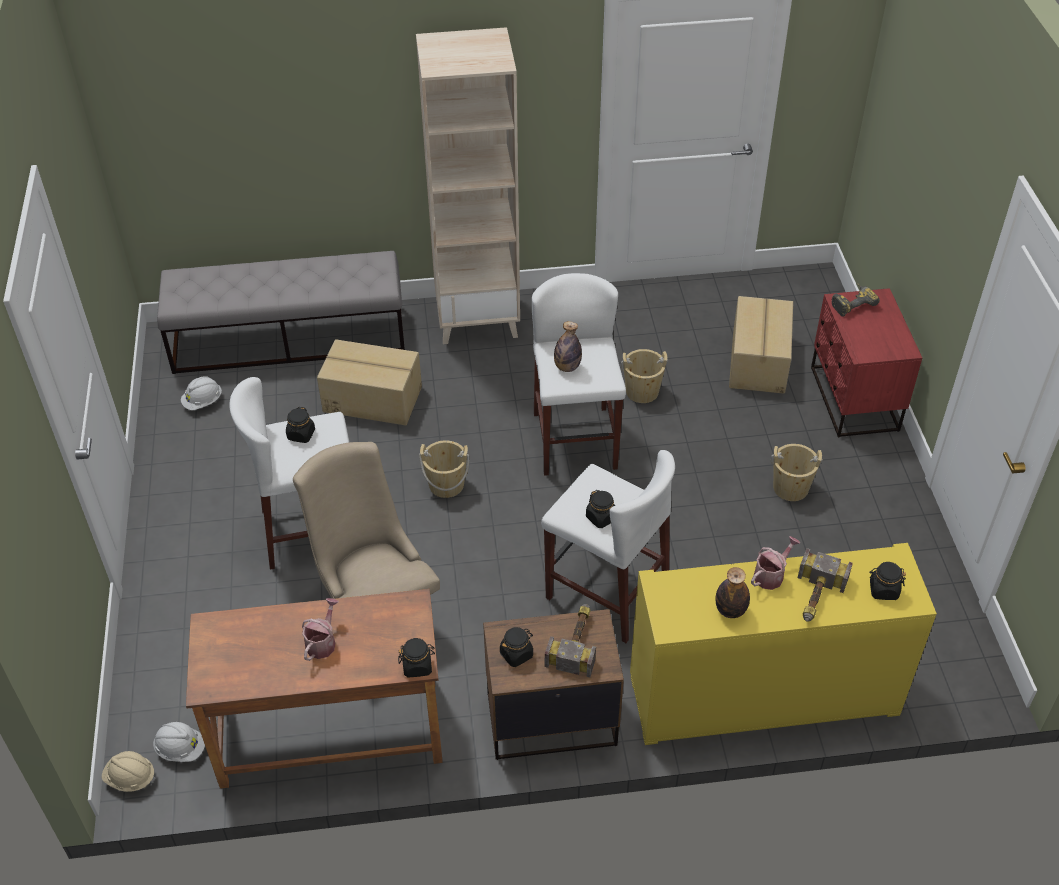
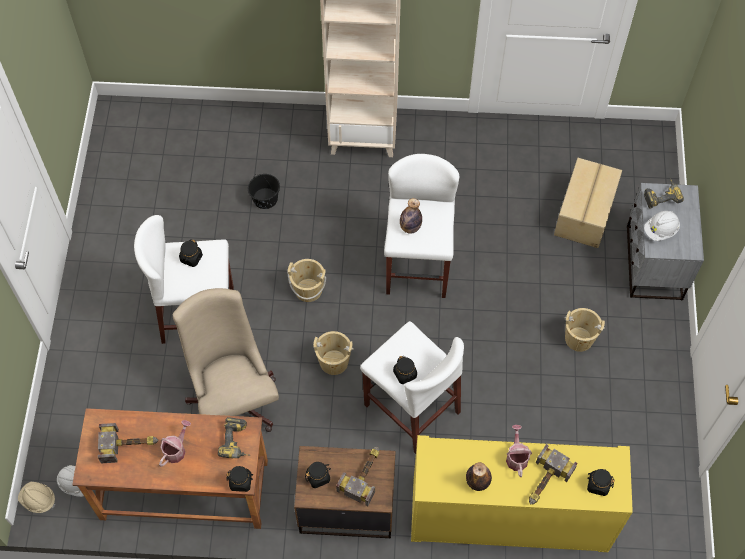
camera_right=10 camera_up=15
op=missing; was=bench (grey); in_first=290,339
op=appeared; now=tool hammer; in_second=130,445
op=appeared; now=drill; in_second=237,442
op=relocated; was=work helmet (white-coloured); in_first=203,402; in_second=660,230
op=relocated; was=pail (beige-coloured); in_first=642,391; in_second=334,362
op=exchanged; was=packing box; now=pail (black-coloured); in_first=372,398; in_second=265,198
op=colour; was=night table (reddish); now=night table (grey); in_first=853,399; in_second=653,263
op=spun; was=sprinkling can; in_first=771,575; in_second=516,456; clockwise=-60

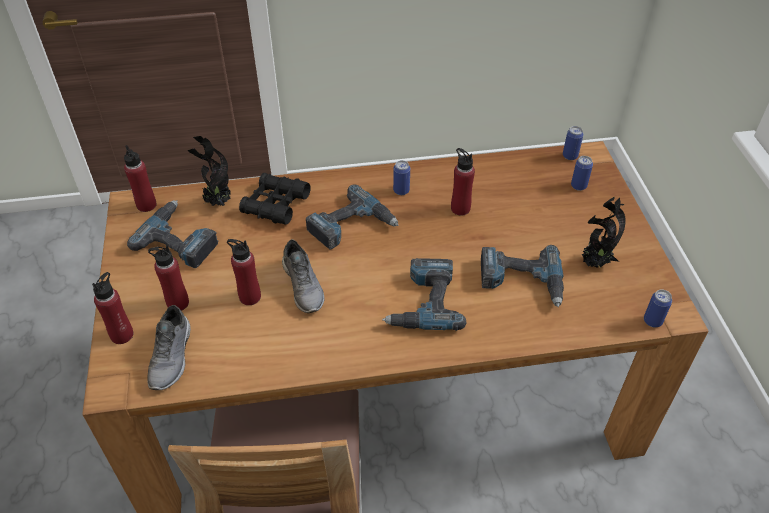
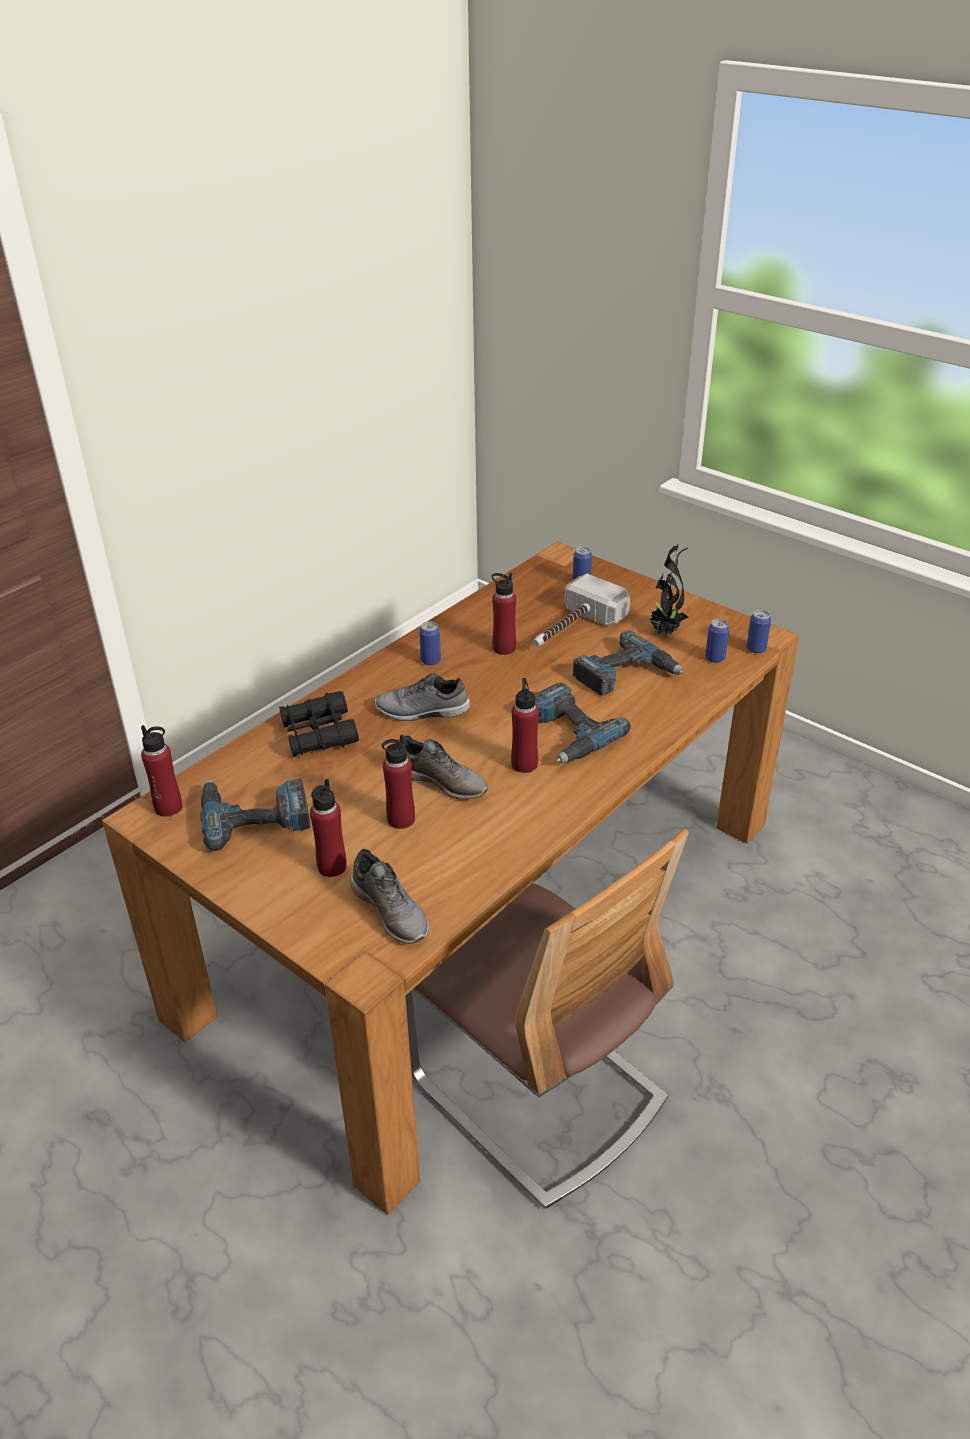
camera_right=-40 camera_up=-10
op=missing; was=houseplant; in_first=217,203
op=appeared; now=tool hammer; in_second=572,629
op=relocated; was=drink bottle (reddish); in_first=122,335; in_second=524,764
op=relocated; was=sealed can; in_first=570,156; in_second=715,658
op=exchanged; was=drill; now=low shoe (grey); in_first=351,226; in_second=422,712

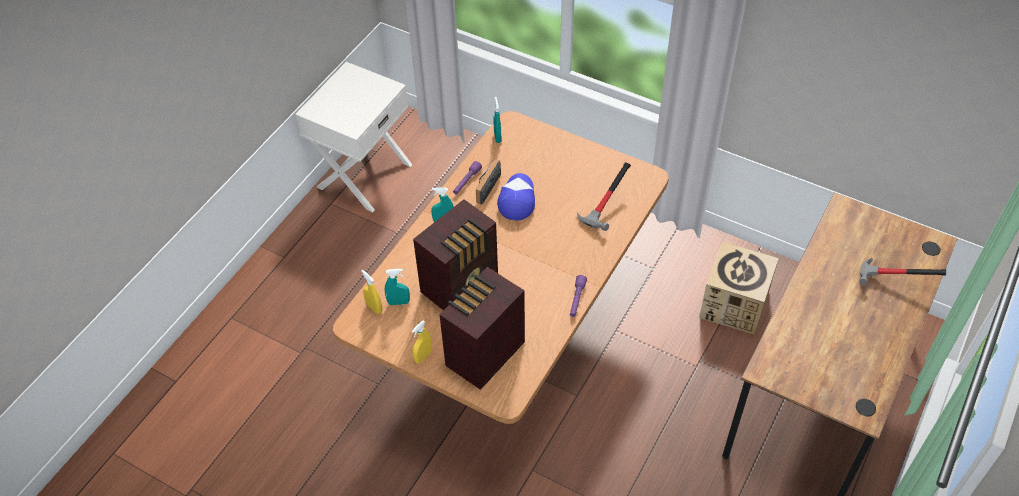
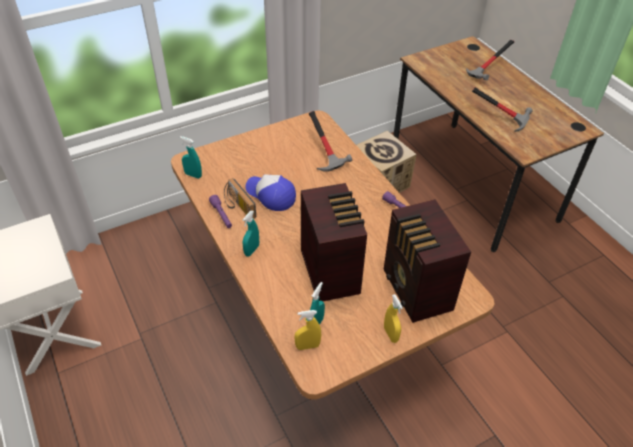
camera_right=-60 camera_up=-5
op=appeared; now=tool hammer; in_second=501,117

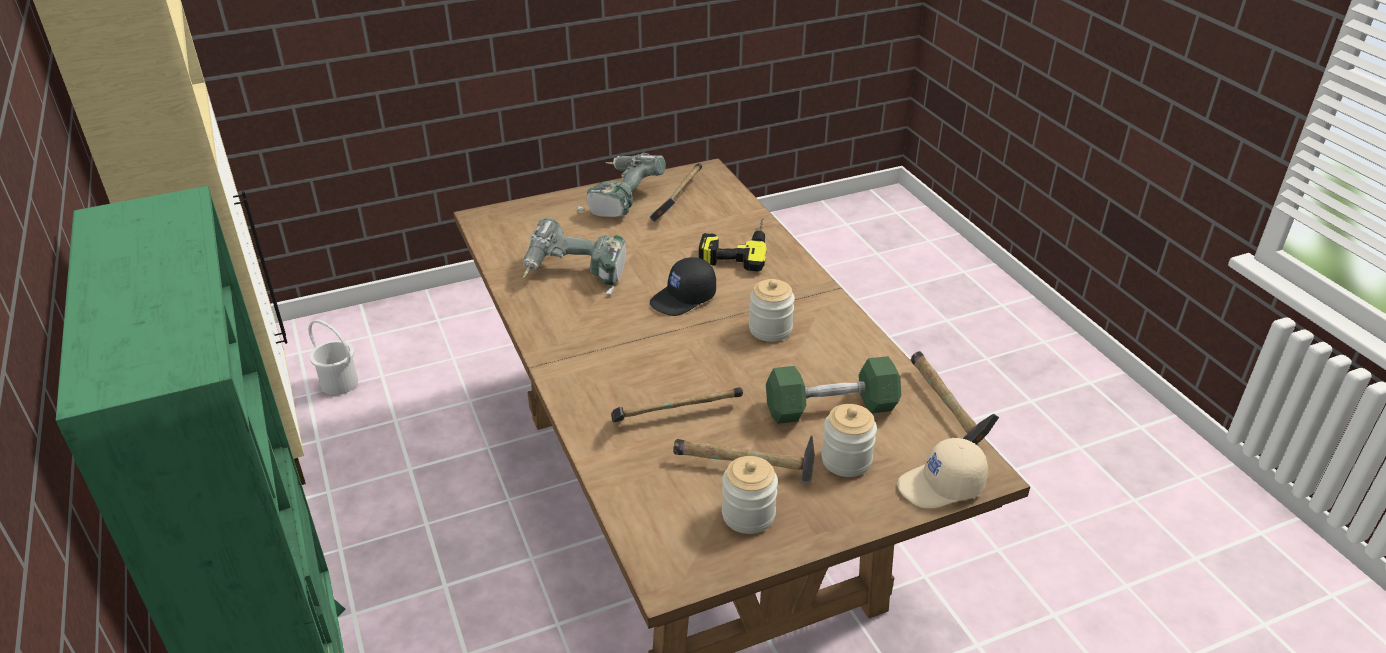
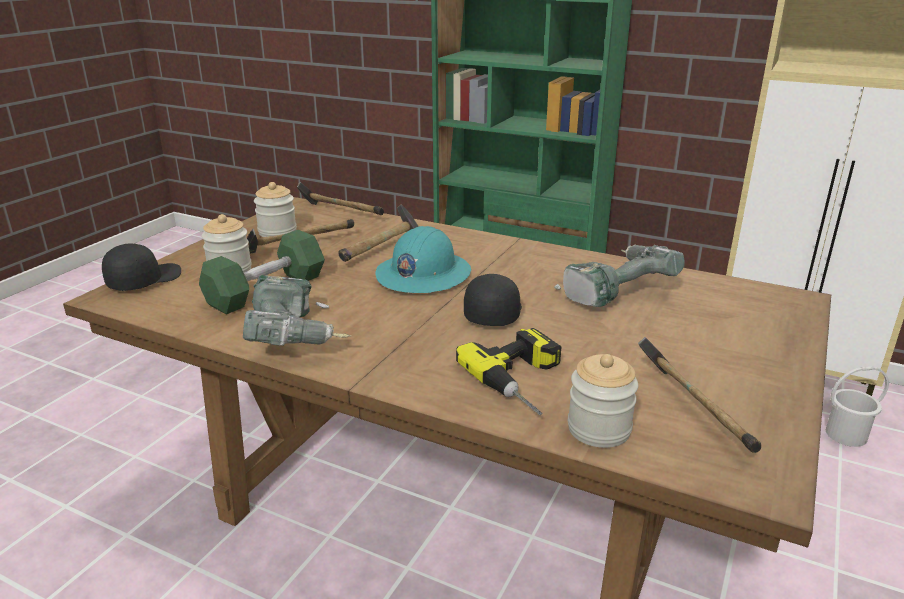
camera_right=140 camera_up=-10
op=appeared; now=work helmet (turquoise); in_second=423,275
op=relocated; was=drill; in_first=620,199; in_second=296,338
op=relocated; was=storage jar; in_first=770,329; in_second=599,429
op=relocated; was=tool hammer; in_first=945,410; in_second=340,213
op=colour; was=baseball cap (beige-coloured); now=baseball cap (black-coloured); in_first=941,486; in_second=144,280

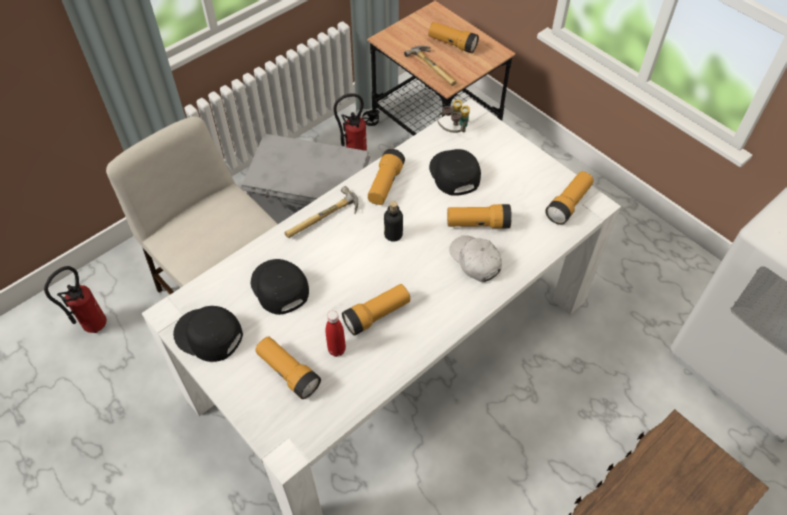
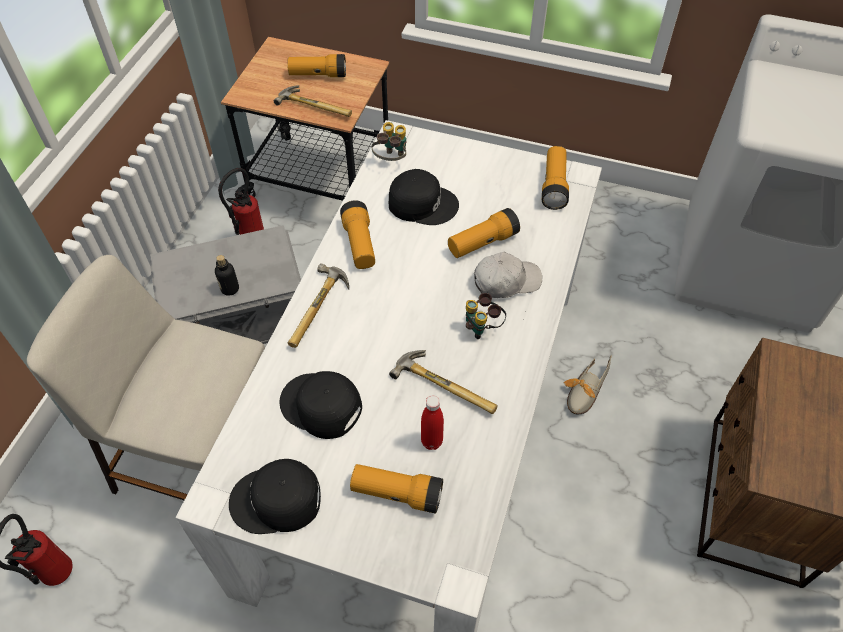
camera_right=-30 camera_up=0
op=appeared; now=field glasses; in_second=483,327
op=appeared; now=low shoe; in_second=584,392
op=relocated; was=drink bottle; in_first=393,235; in_second=230,289
op=exchanged; was=flashlight; now=tool hammer; in_first=377,315; in_second=447,384
op=spun; was=baseball cap (black-coloured); in_first=453,174; in_second=422,203; clockwise=150
op=spun; was=baseball cap (white-coloured); in_first=475,261; in_second=506,281; clockwise=135

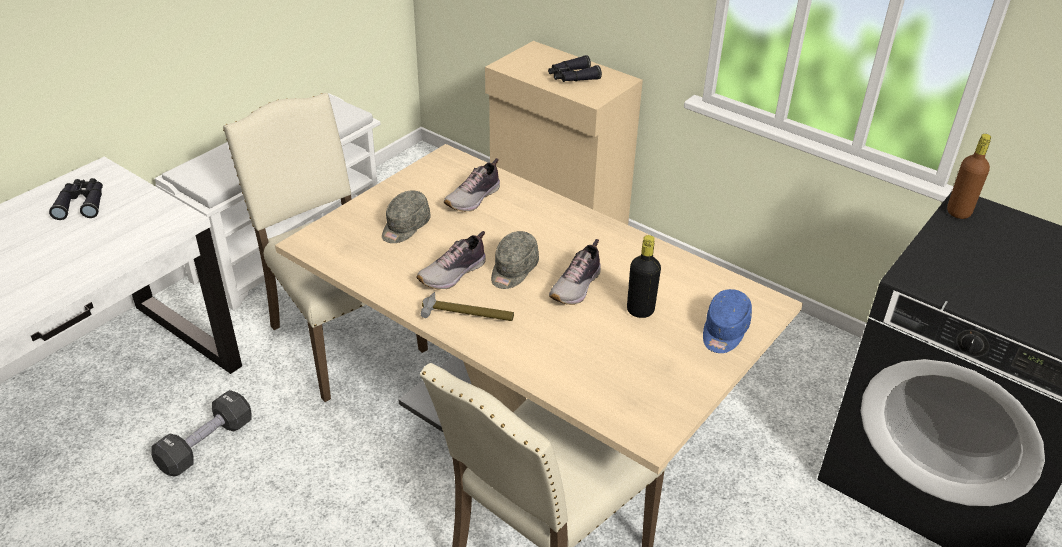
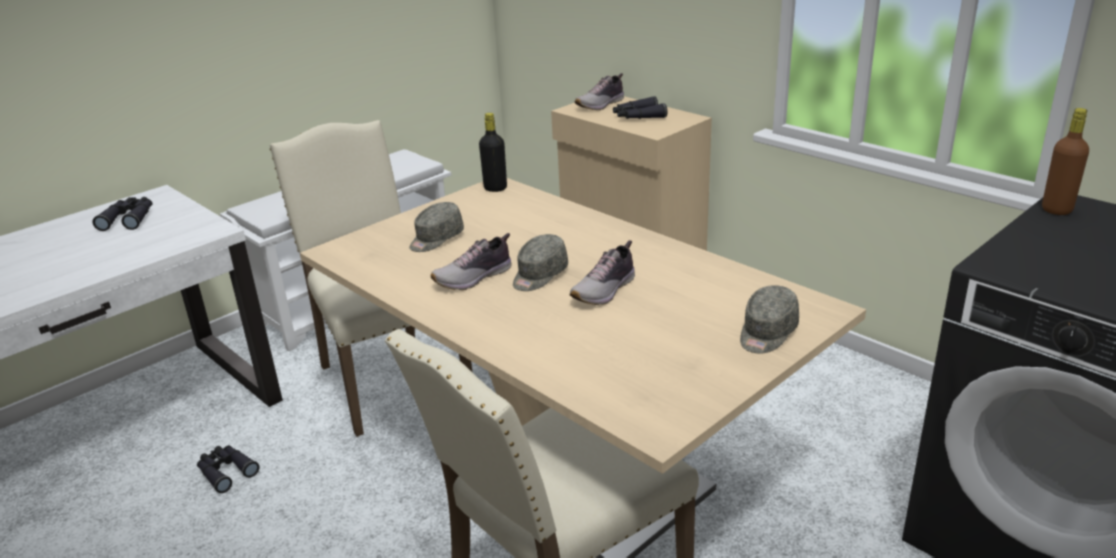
camera_right=10 camera_up=-10
op=missing; was=tool hammer; in_first=467,315
op=relocated; was=low shoe; in_first=474,198; in_second=601,104
op=relocated; was=drink bottle (black-coloured); in_first=640,310; in_second=495,188
op=exchanged; was=free weight (black-coloured); now=field glasses (black-coloured); in_first=206,445; in_second=226,472
op=colour; was=baseball cap (blue); now=baseball cap (grey); in_first=724,331; in_second=767,333

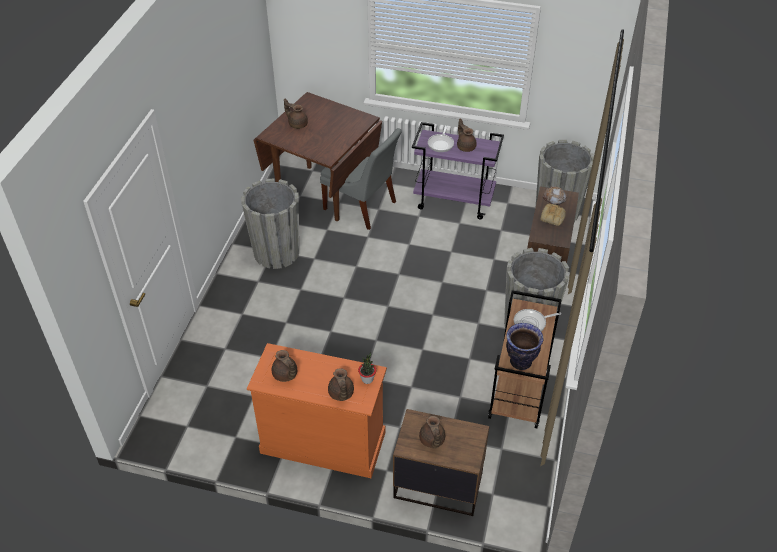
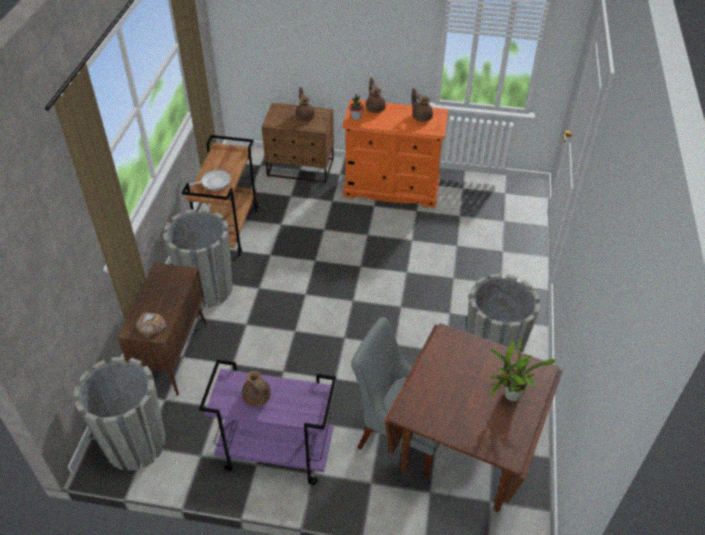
camera_right=175 camera_up=0
op=missing; was=frying pan; in_first=441,143
op=missing; was=decorative vase; in_first=520,362
op=missing; was=bread; in_first=553,217
op=exchanged; was=tea pot (brownish); now=houseplant; in_first=297,124; in_second=509,396

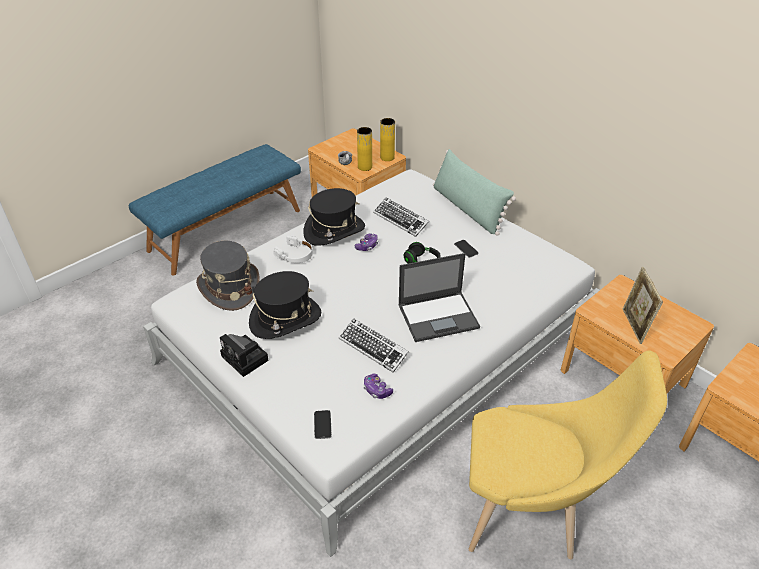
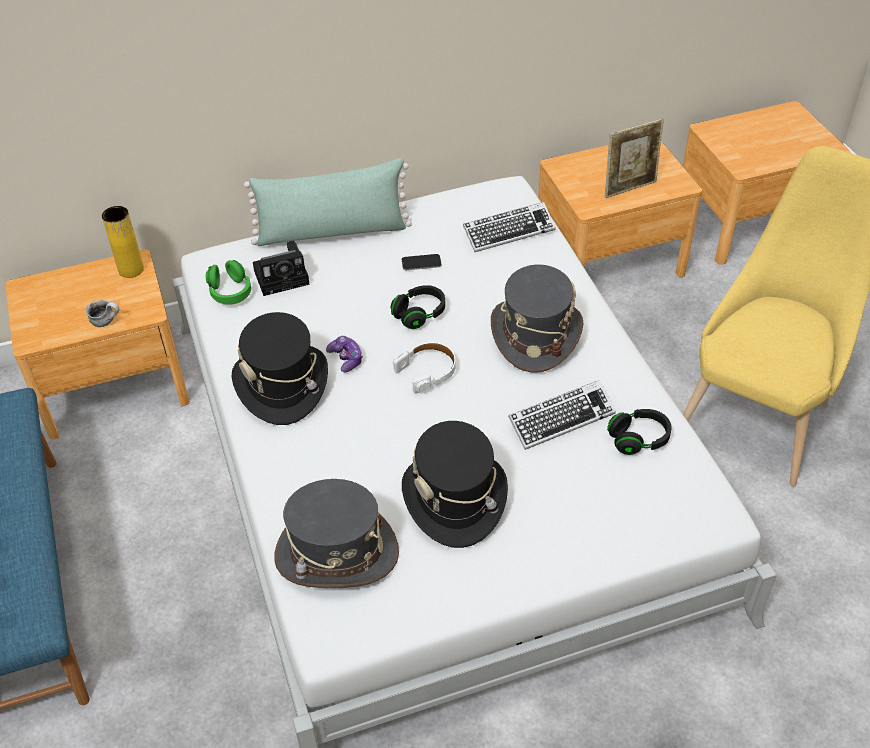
camera_right=-65 camera_up=5
op=missing; was=phone; in_first=322,425
op=missing; was=decorative vase (yellow-coloured); in_first=365,167
op=appeared; now=headset (green); in_second=230,292
op=relocated; was=photo camera; in_first=246,359; in_second=284,277
op=relocated; was=headset (white-coloured); in_first=295,255; in_second=427,371
op=relocated; was=PC keyboard; in_first=400,220; in_second=509,231
op=exchanged; was=game controller; now=headset (black-coloured); in_first=377,390; in_second=638,439
op=exchanged; was=laptop; now=wearable hat (grey); in_first=439,316; in_second=535,335
op=spun; was=standing frame; in_first=634,326; in_second=629,188; clockwise=-45

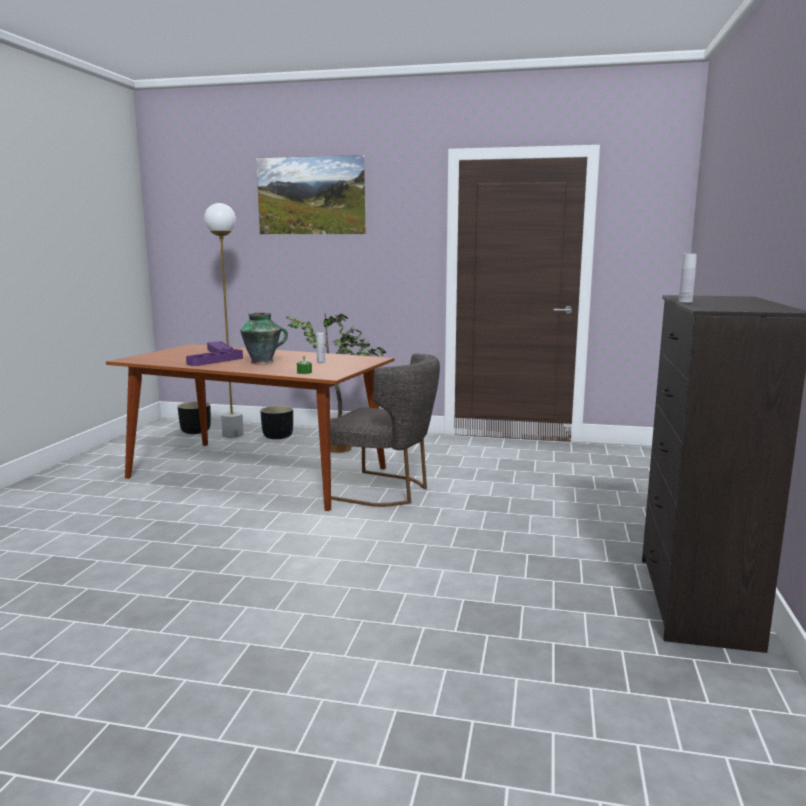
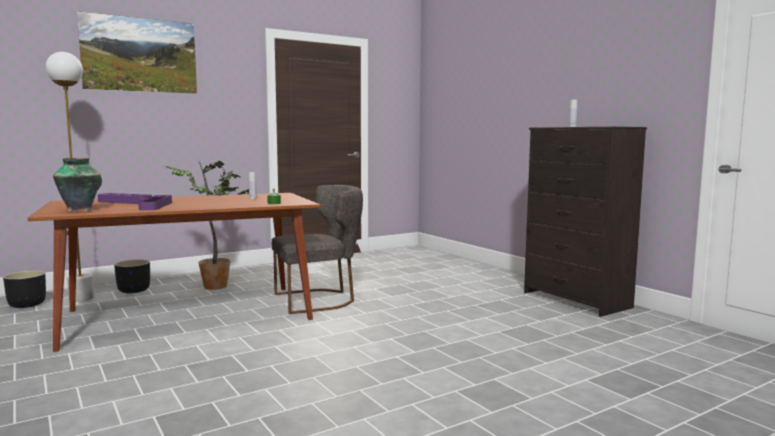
camera_right=-45 camera_up=-5
op=relocated; was=decorative vase; in_first=263,362; in_second=81,210

